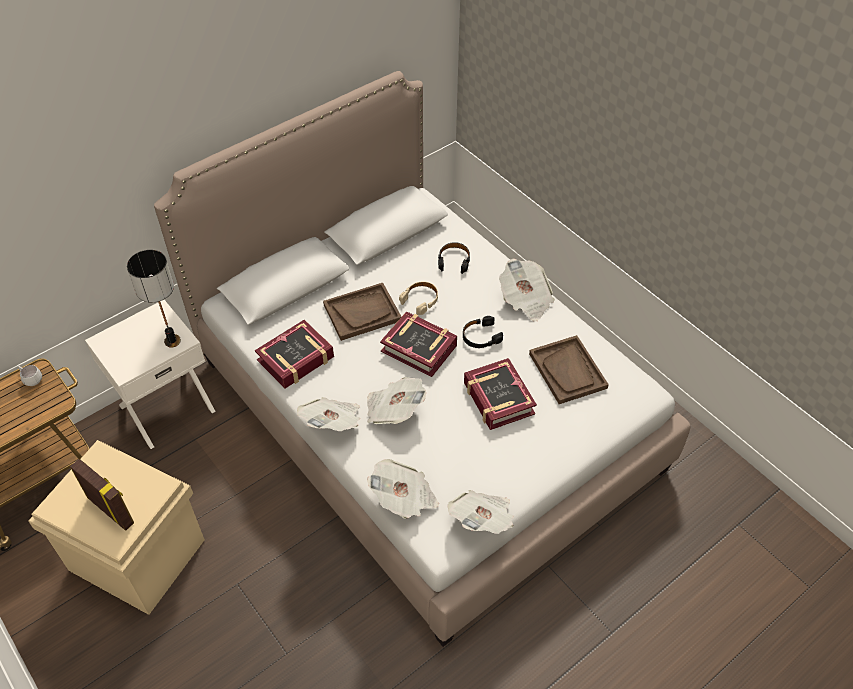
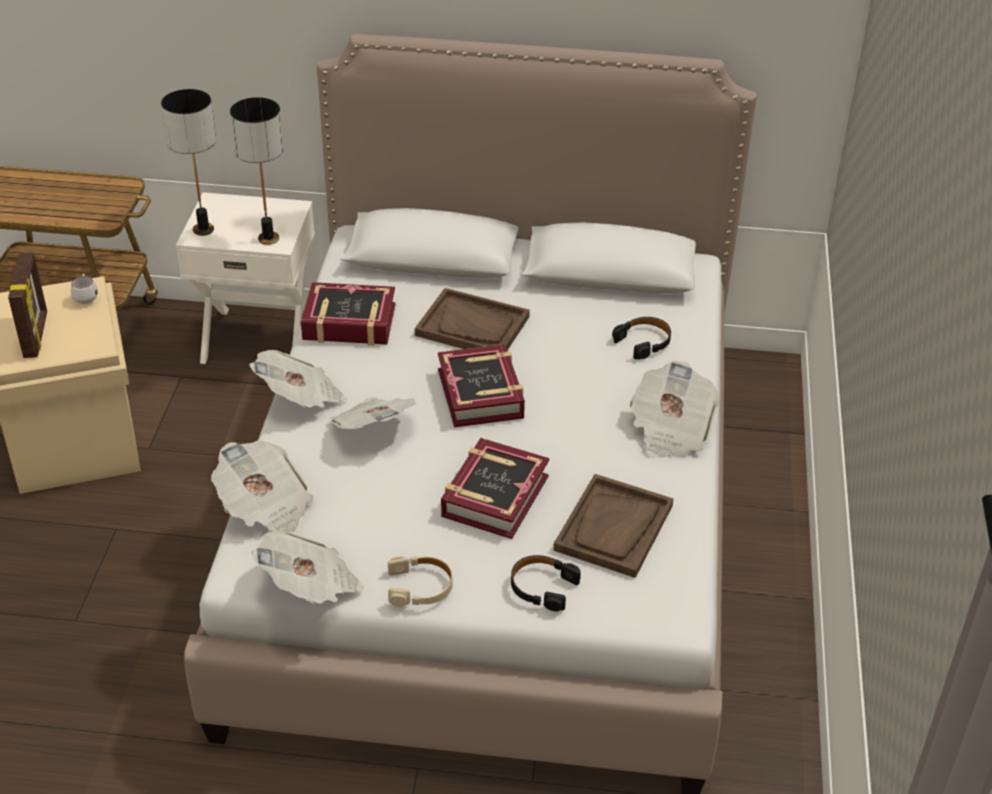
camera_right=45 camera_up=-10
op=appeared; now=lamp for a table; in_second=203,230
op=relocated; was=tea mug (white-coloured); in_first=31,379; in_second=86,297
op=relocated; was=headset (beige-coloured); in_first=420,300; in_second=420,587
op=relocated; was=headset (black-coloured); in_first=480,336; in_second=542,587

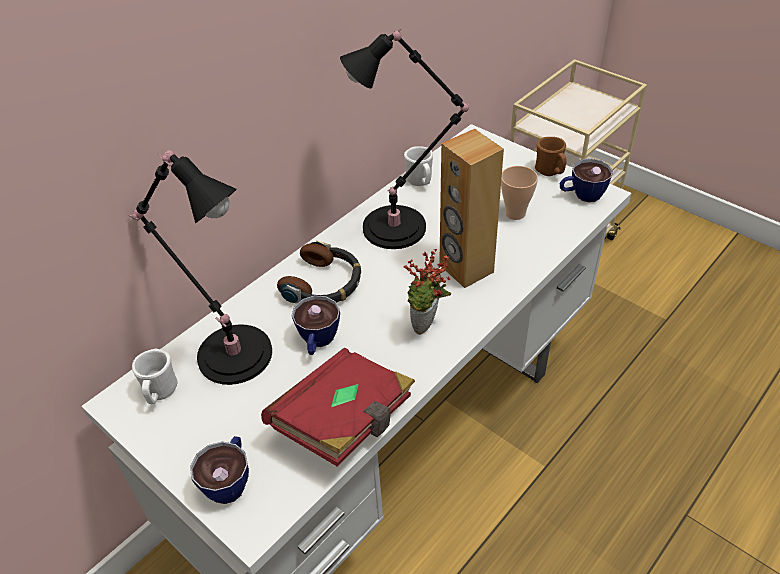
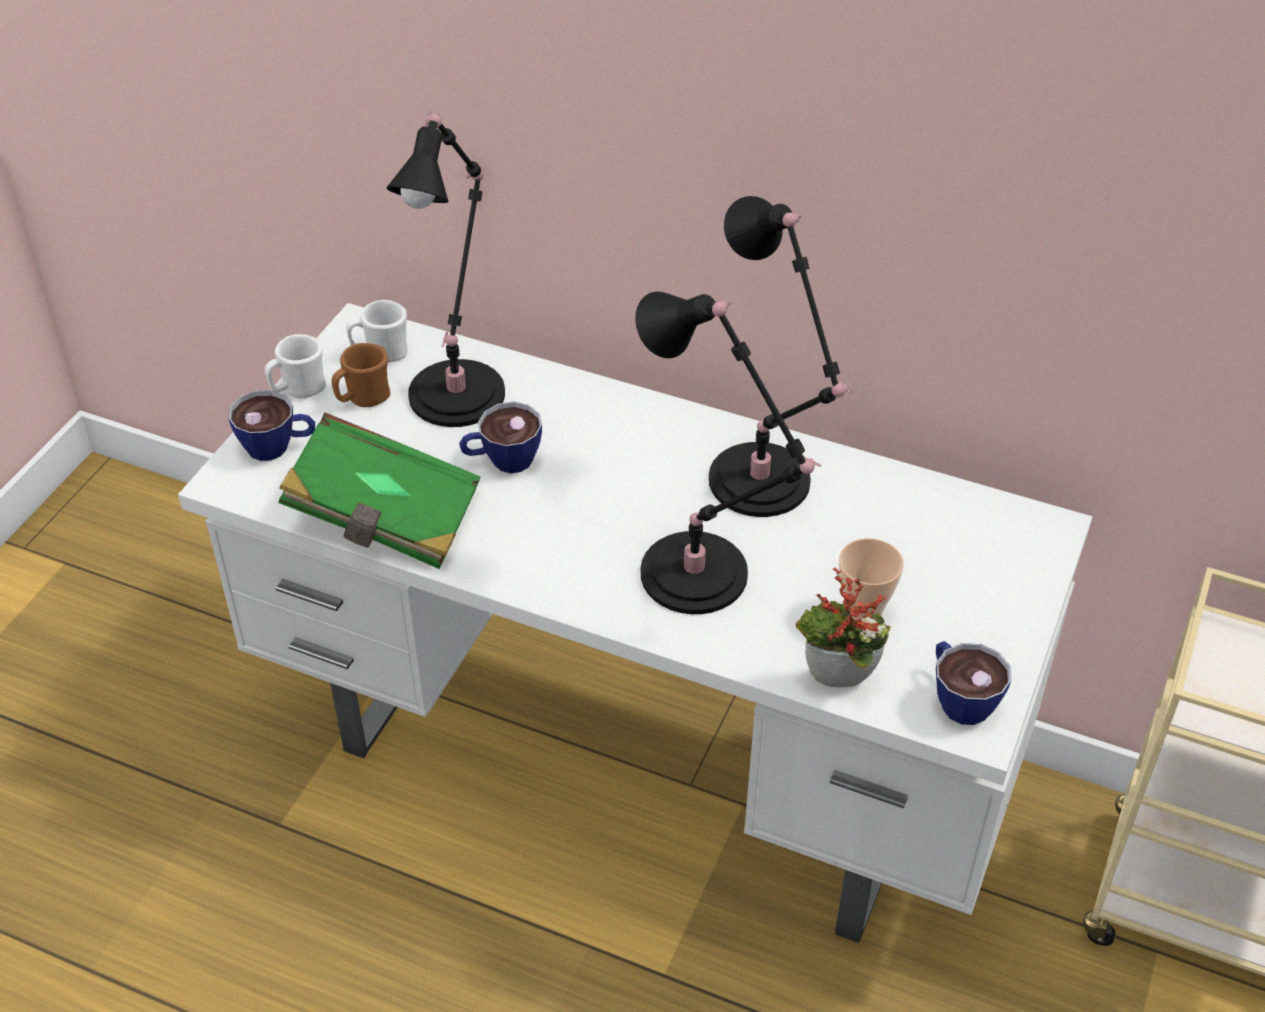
camera_right=70 camera_up=0
op=missing; was=headset; in_first=324,284
op=relocated; was=tea mug (white-coloured); in_first=420,182; in_second=299,390
op=relocated; was=houseplant; in_first=427,326; in_second=836,685
op=relocated; was=tea mug (brownish); in_first=550,172; in_second=363,399
op=exchanged; was=loudspeaker (brownish); now=lamp for a table (black-coloured); in_first=465,269; in_second=701,578
op=colour; was=volume (reddish); now=volume (green); in_first=346,420; in_second=384,518

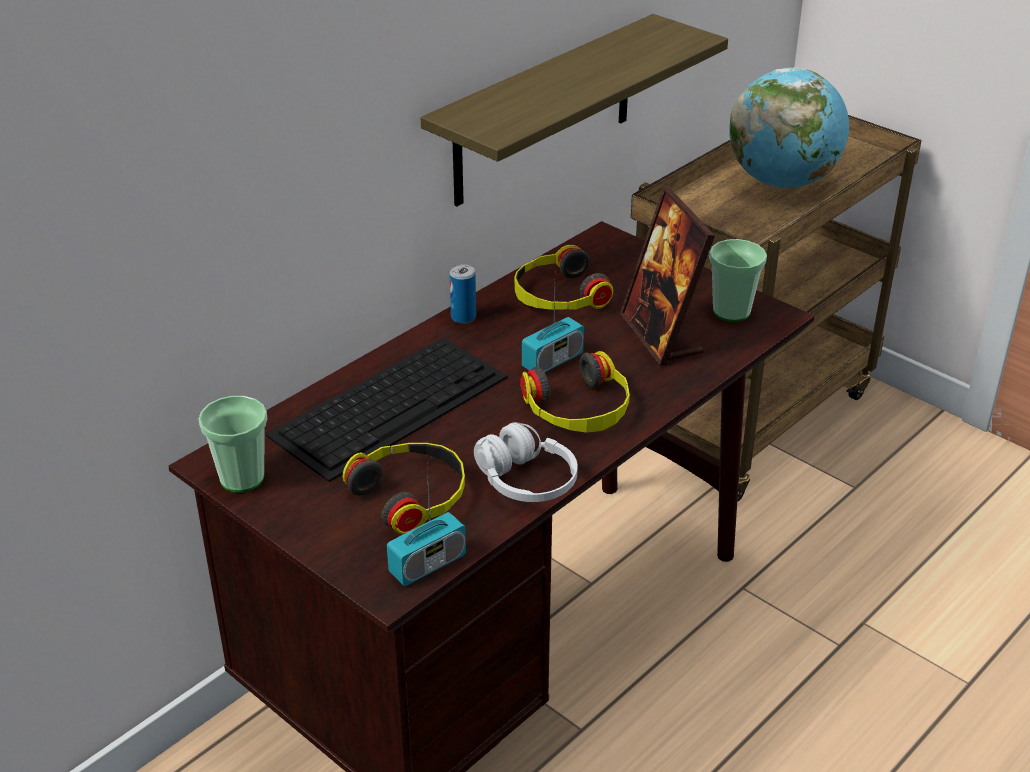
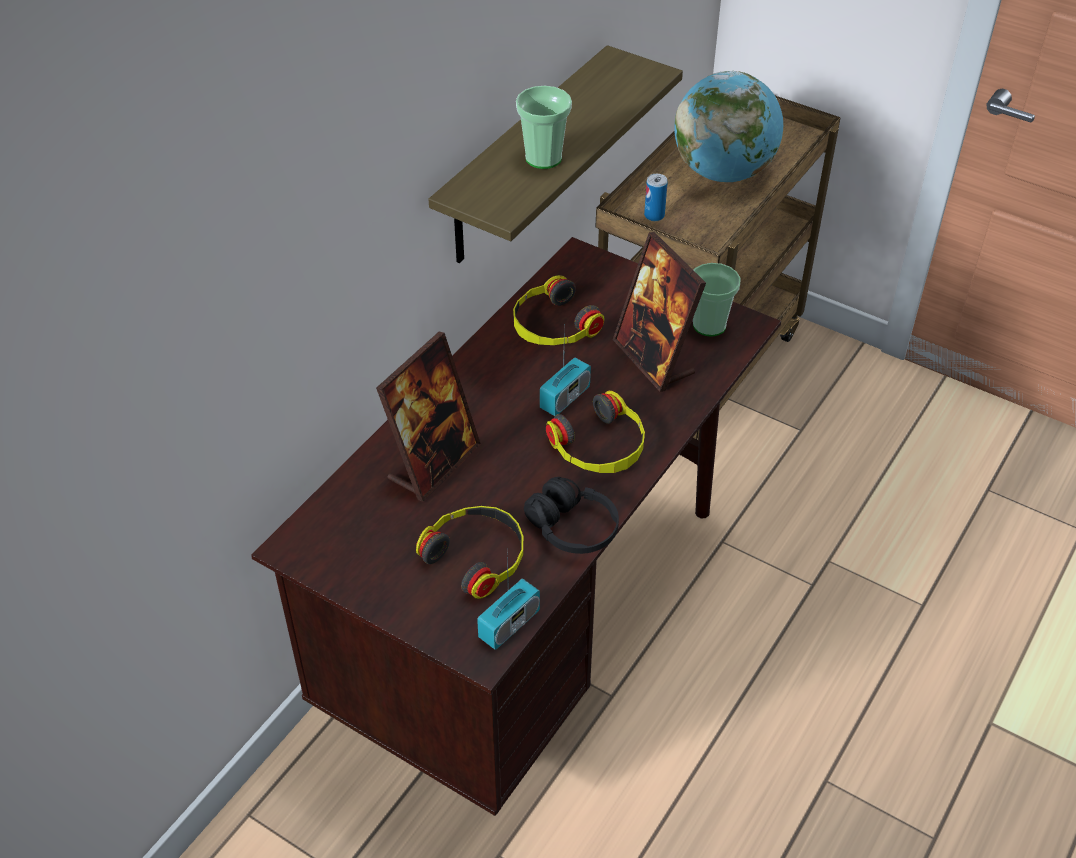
camera_right=-10 camera_up=10
op=relocated; was=cup; in_first=242,478; in_second=543,158
op=relocated; was=sealed can; in_first=463,317; in_second=654,215
op=exchanged; was=PC keyboard; now=standing frame; in_first=391,404; in_second=433,463
op=colour; was=headset (white-coloured); now=headset (black-coloured); in_first=526,481; in_second=572,528

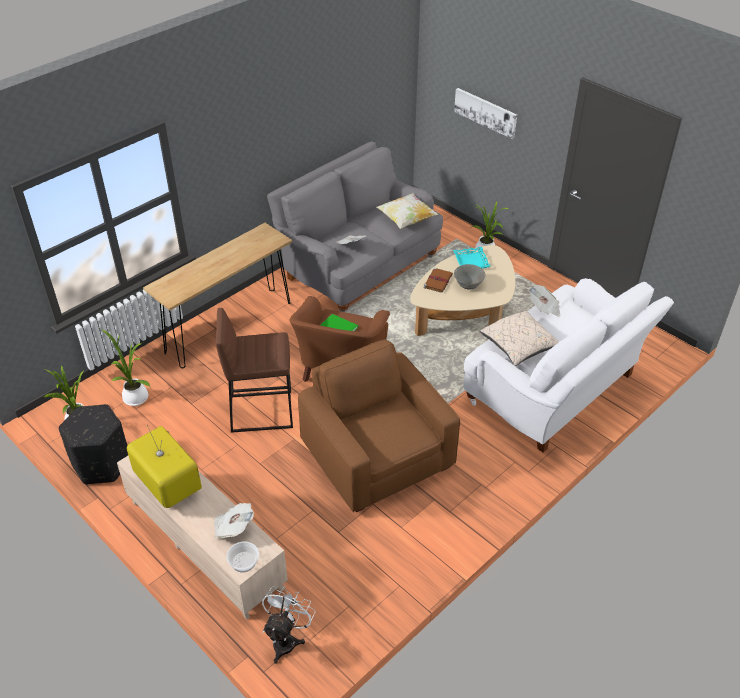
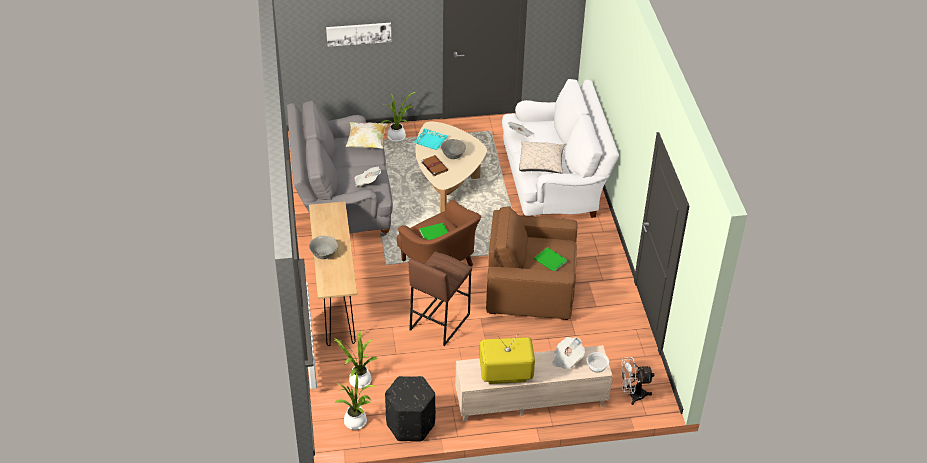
camera_right=-55 camera_up=0
op=appeared; now=deep dish (grey); in_second=324,255
op=appeared; now=volume (green); in_second=550,261
op=spun; was=electric fan (white-coloured); in_first=287,639; in_second=632,395; clockwise=-60

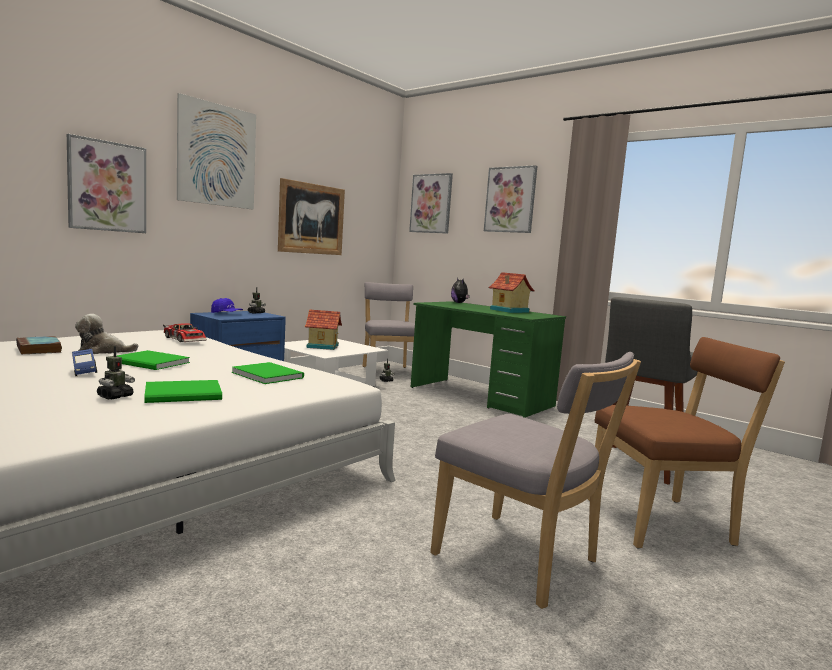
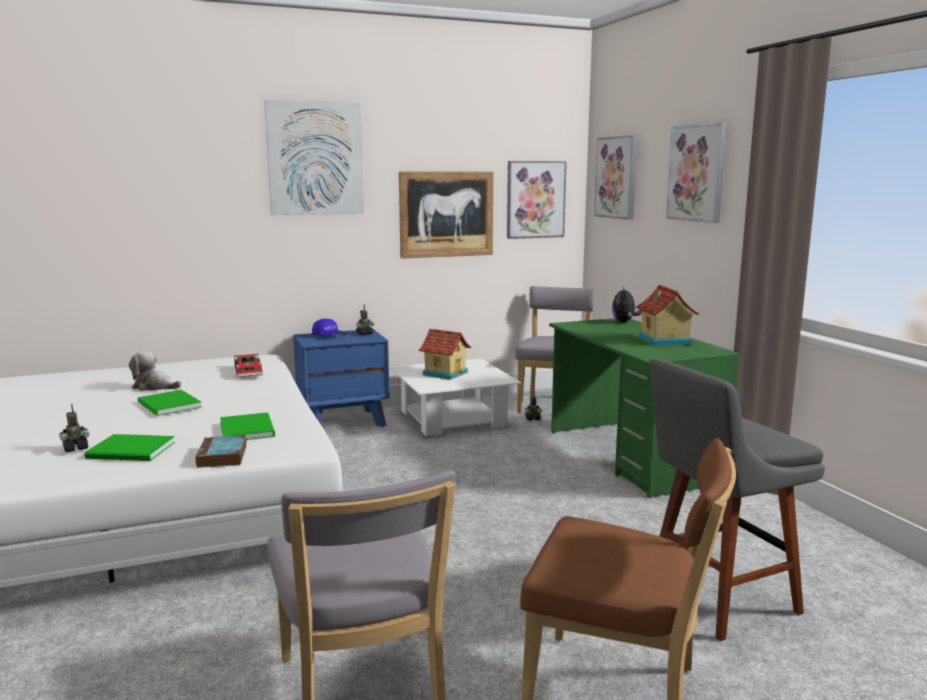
camera_right=30 camera_up=5
op=missing; was=toy car (blue); in_first=84,372
op=relocated; was=volume; in_first=39,349; in_second=222,456
op=relocated; was=wall picture; in_first=107,186; in_second=535,199

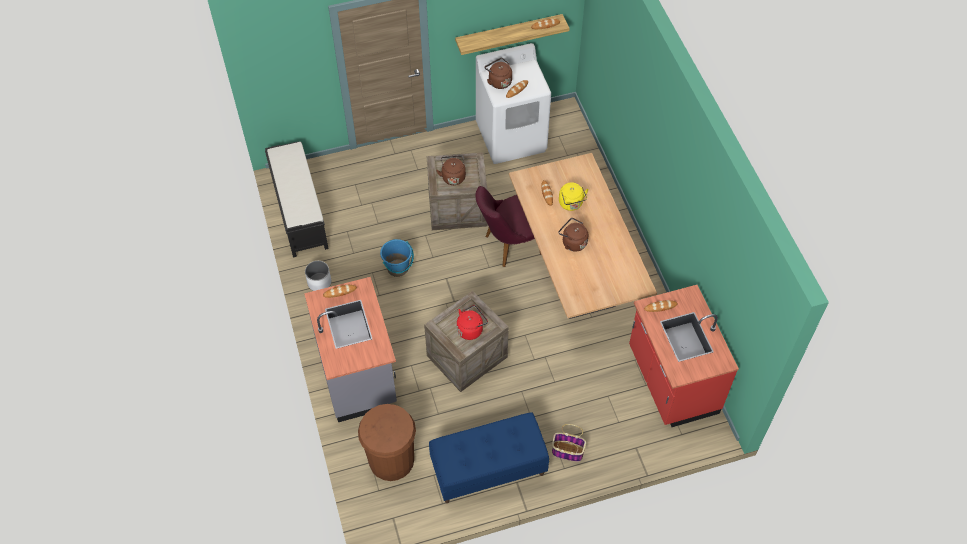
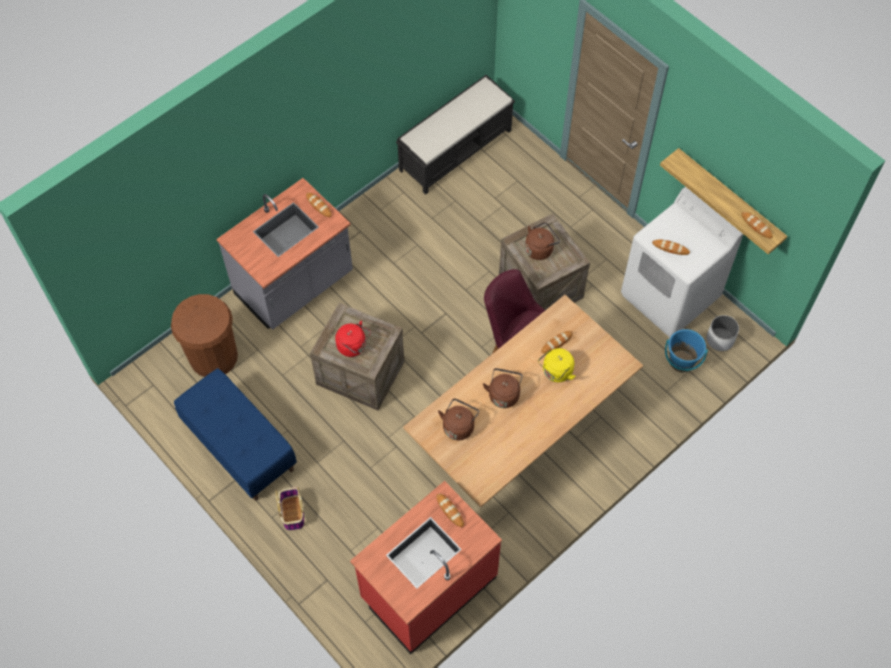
camera_right=65 camera_up=5
op=relocated; was=flower pot (white-coloured); in_first=319,282; in_second=720,339
op=relocated; was=pail (blue); in_first=398,268; in_second=681,361
op=relocated; was=water kettle (brownish); in_first=498,81; in_second=459,426

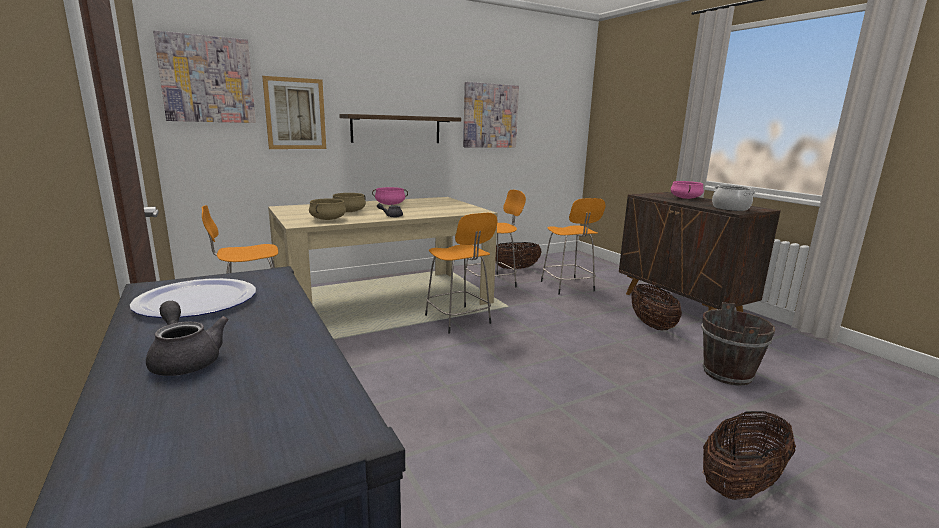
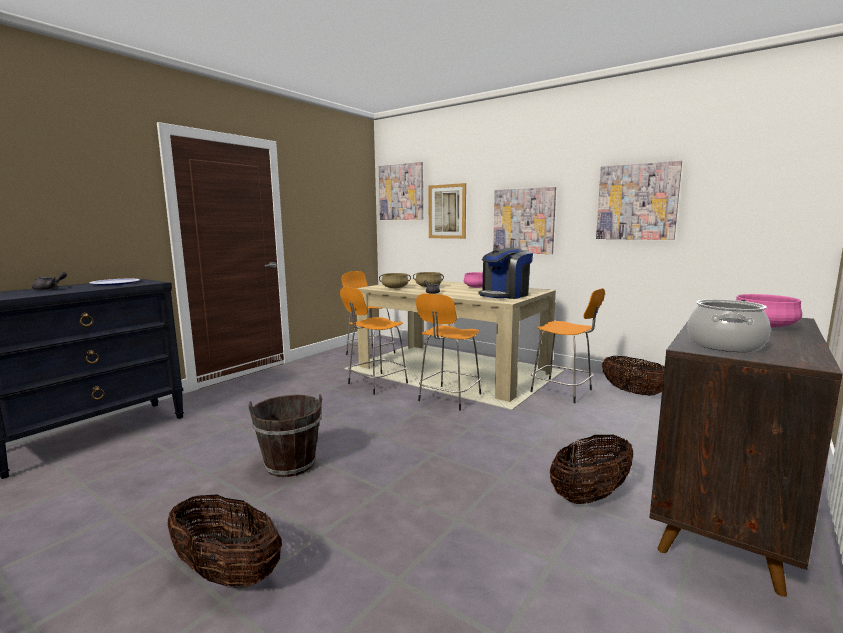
camera_right=65 camera_up=-5
op=appeared; now=coffee machine; in_second=505,295
op=relocated; was=stool (orange); in_first=568,287; in_second=376,384
op=relocated; was=pail (brownish); in_first=727,374; in_second=290,464
op=exchanged; was=wall shelf; now=wall picture; in_first=396,129; in_second=524,221

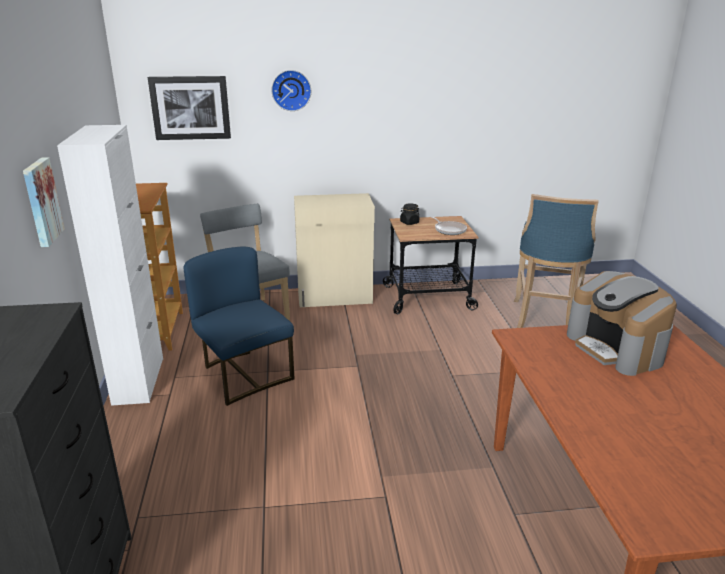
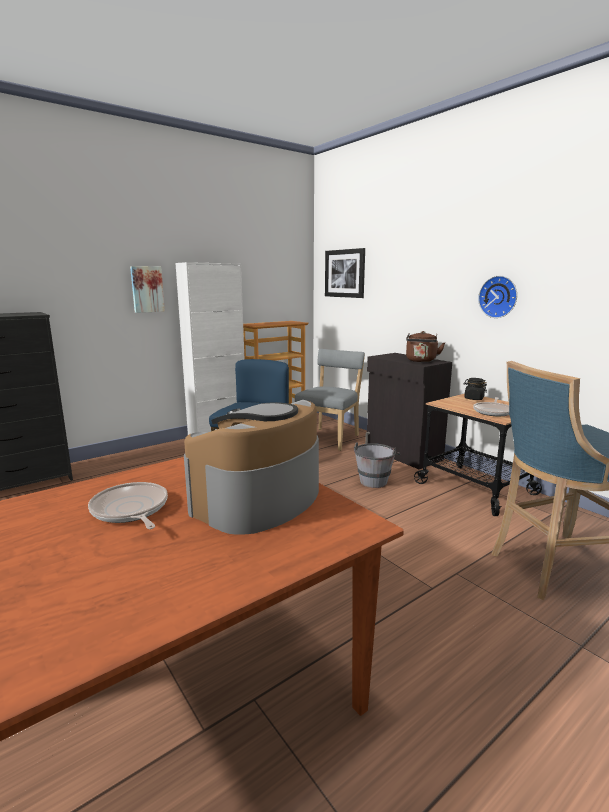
camera_right=60 camera_up=-10
op=appeared; now=frying pan; in_second=130,510
op=appeared; now=pail (grey); in_second=374,479
op=appeared; now=water kettle (brownish); in_second=421,361
op=relocated; was=hanging clock; in_first=291,90; in_second=499,297
op=colour; was=cabinet (beige-coloured); now=cabinet (black-coloured); in_first=335,297; in_second=403,454

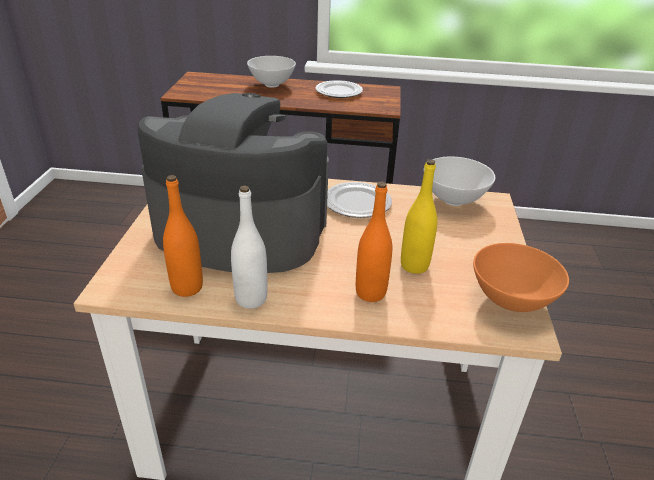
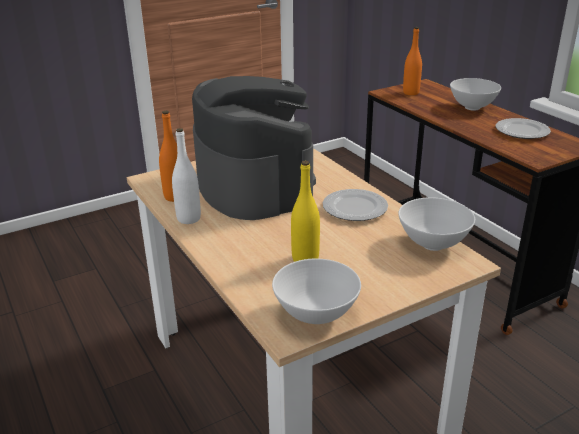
camera_right=55 camera_up=-5
op=relocated; was=drink bottle (orange); in_first=370,293; in_second=411,93
op=colour; was=deep dish (orange); now=deep dish (white-coloured); in_first=510,302; in_second=315,315

